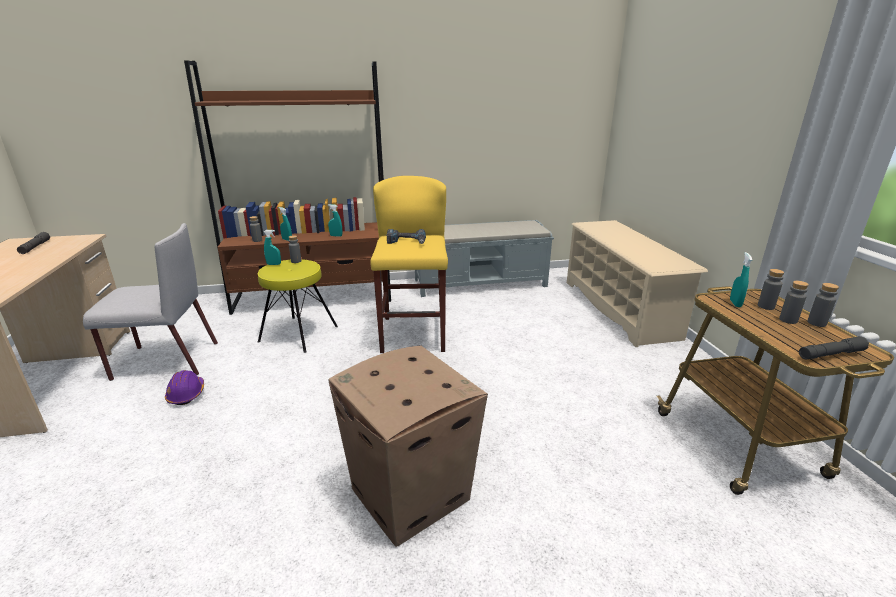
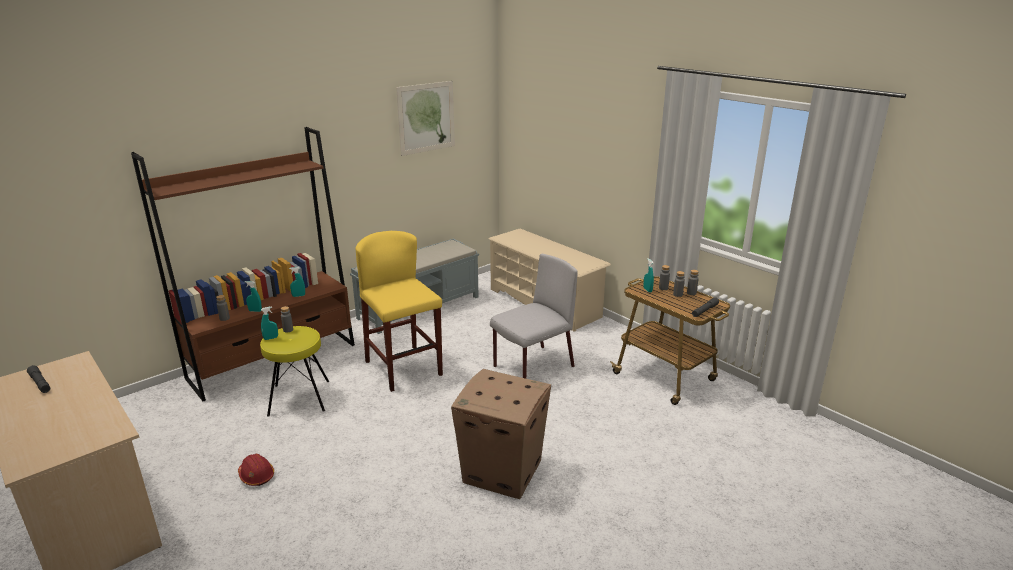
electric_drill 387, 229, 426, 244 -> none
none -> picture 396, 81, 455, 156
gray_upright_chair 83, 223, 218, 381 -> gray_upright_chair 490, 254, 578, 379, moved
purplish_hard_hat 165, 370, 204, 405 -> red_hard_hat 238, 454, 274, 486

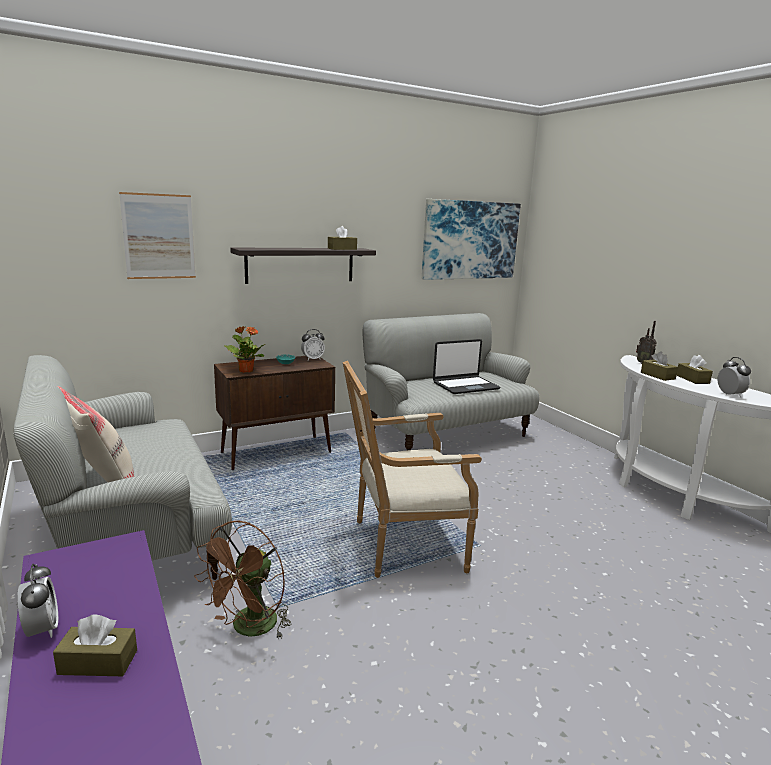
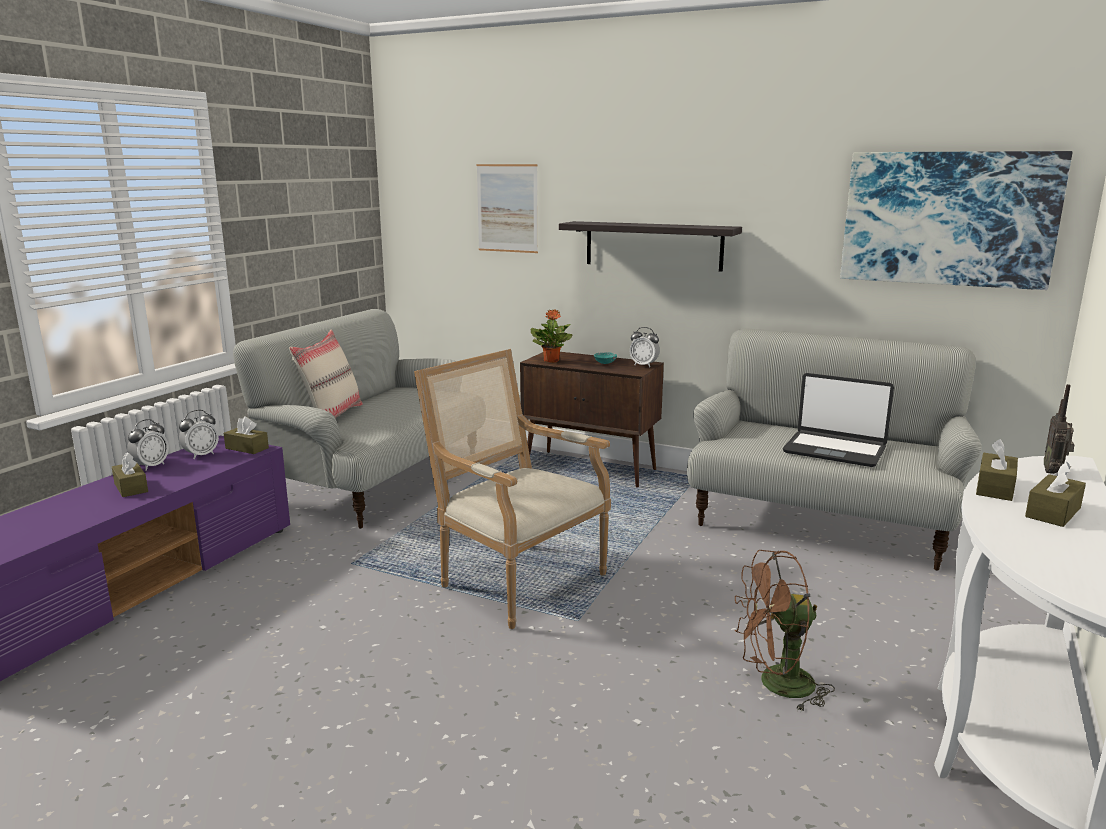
brownish_cooling_fan 194, 521, 292, 639 -> brownish_cooling_fan 735, 550, 835, 711, moved
brownish_box_of_tissues 328, 226, 357, 250 -> brownish_box_of_tissues 224, 416, 269, 454, moved
alarm_clock 717, 357, 751, 397 -> alarm_clock 179, 410, 219, 459, moved

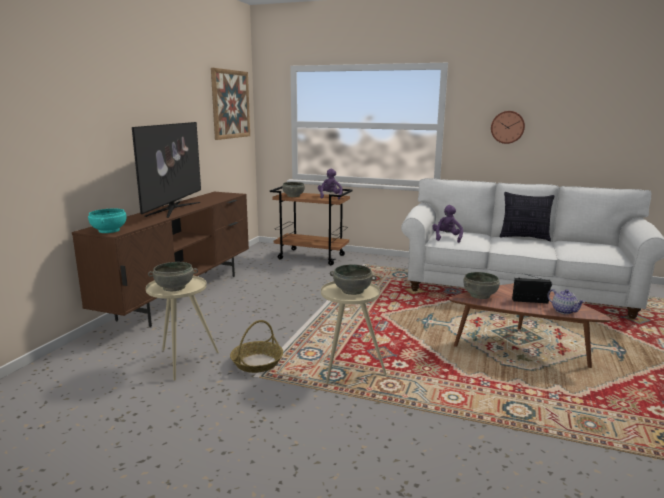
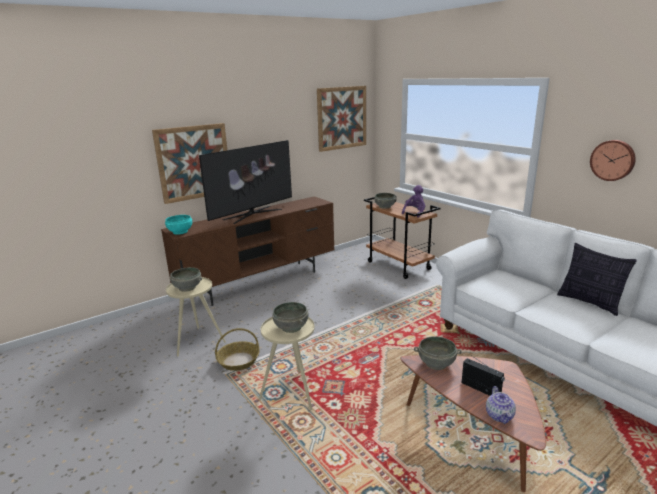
purplish_plush_toy 432, 205, 463, 243 -> none
none -> picture 152, 123, 227, 204

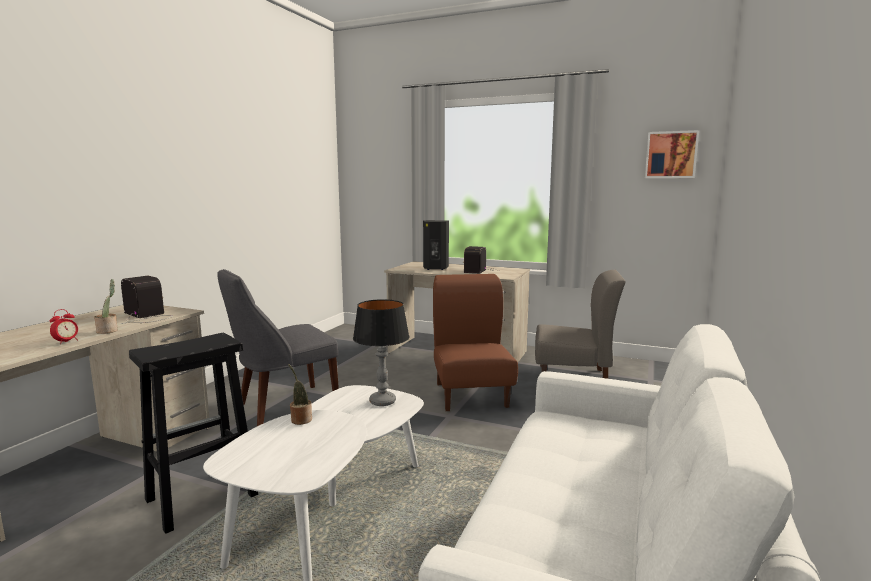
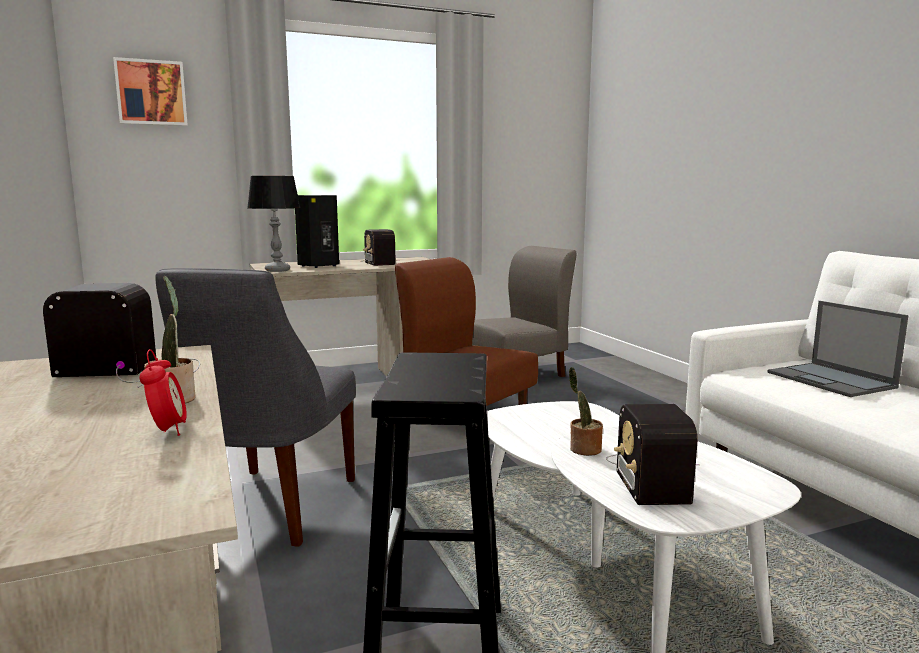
none -> radio 606, 404, 700, 505
none -> notebook_computer 767, 301, 909, 397
table_lamp 353, 299, 410, 406 -> table_lamp 248, 176, 301, 272, moved
picture 645, 130, 699, 178 -> picture 113, 57, 188, 126, moved

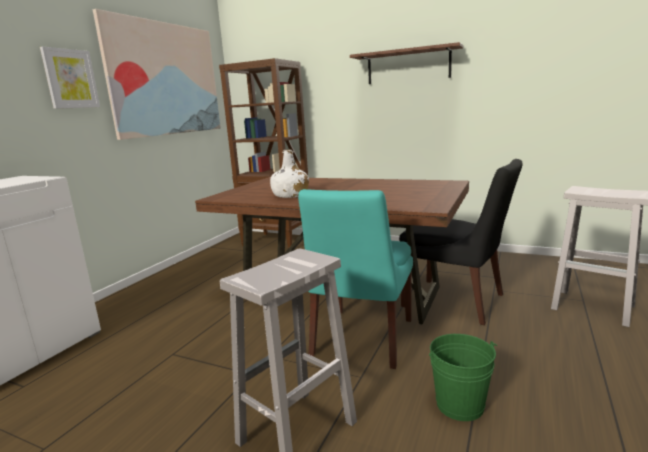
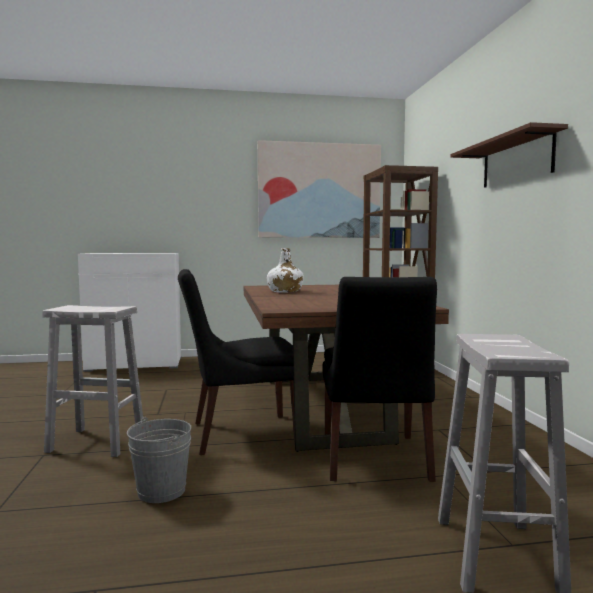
picture 40, 47, 100, 109 -> none
turquoise_upright_chair 298, 189, 413, 369 -> black-coloured_upright_chair 178, 269, 295, 455
greenish_water_bucket 429, 334, 497, 421 -> gray_water_bucket 127, 417, 191, 503

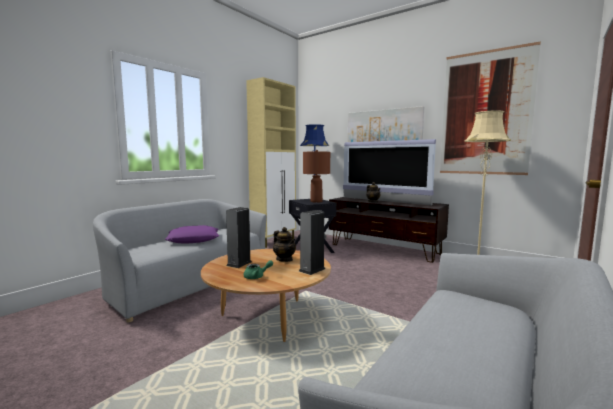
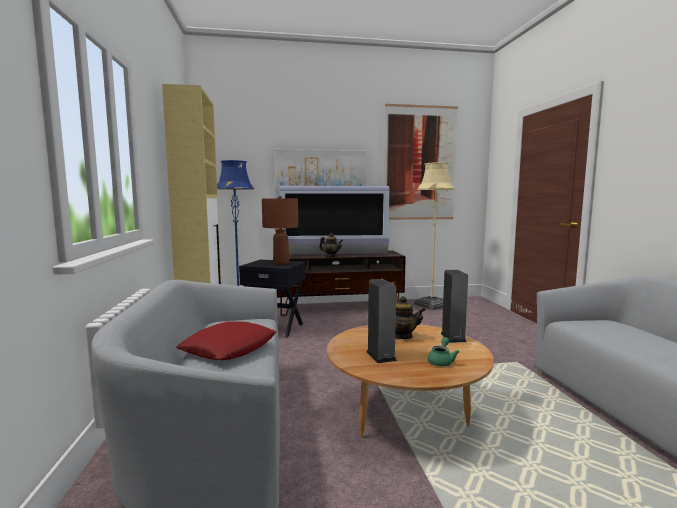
purplish_throw_pillow 165, 225, 219, 244 -> red_throw_pillow 176, 321, 276, 360

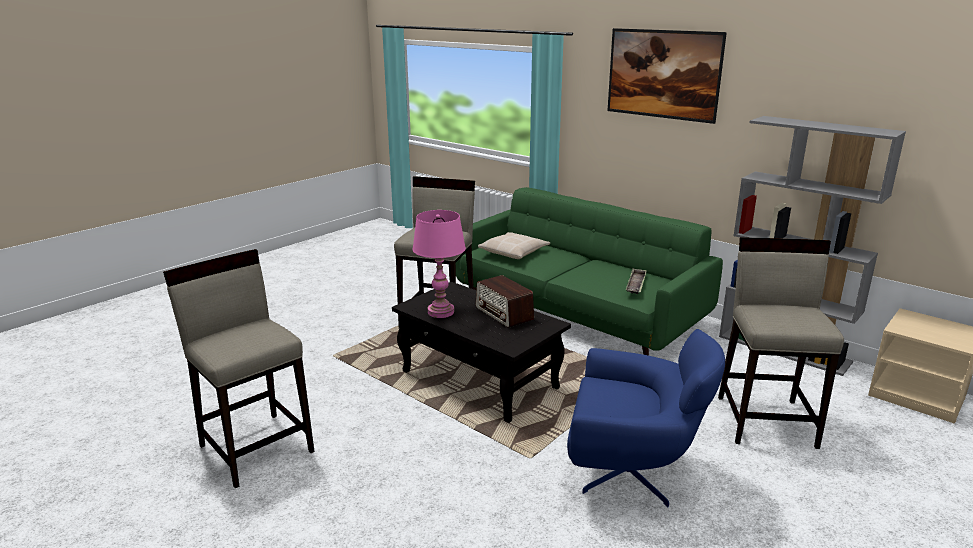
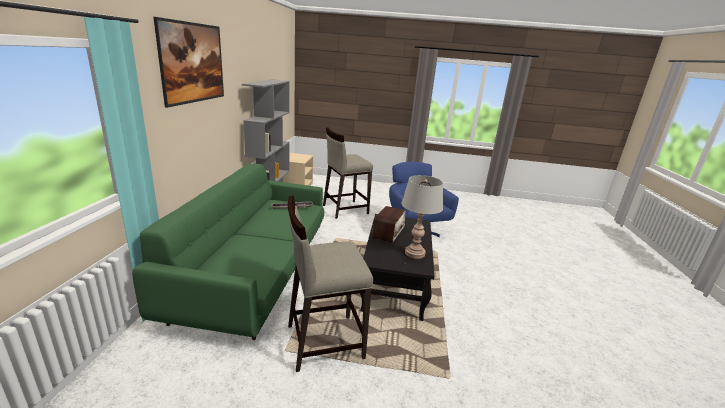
beige-coloured_stool_seat 163, 249, 315, 488 -> none
beige-coloured_throw_pillow 478, 232, 550, 259 -> none
pinkish_table_lamp 412, 210, 466, 318 -> gray_table_lamp 401, 175, 443, 259

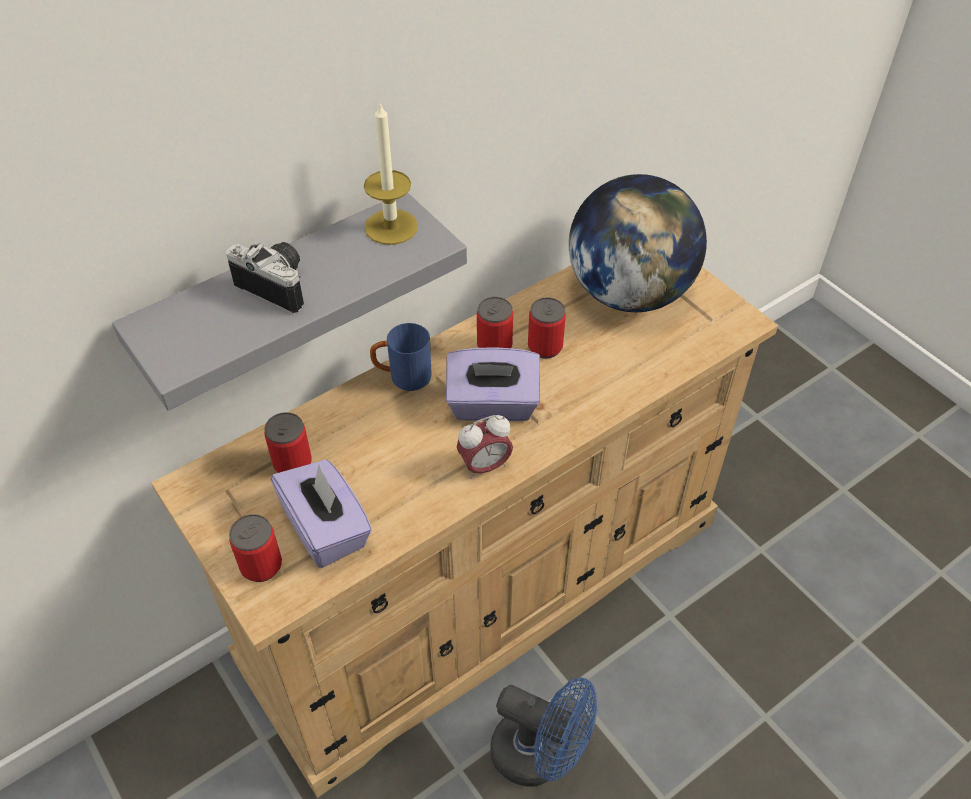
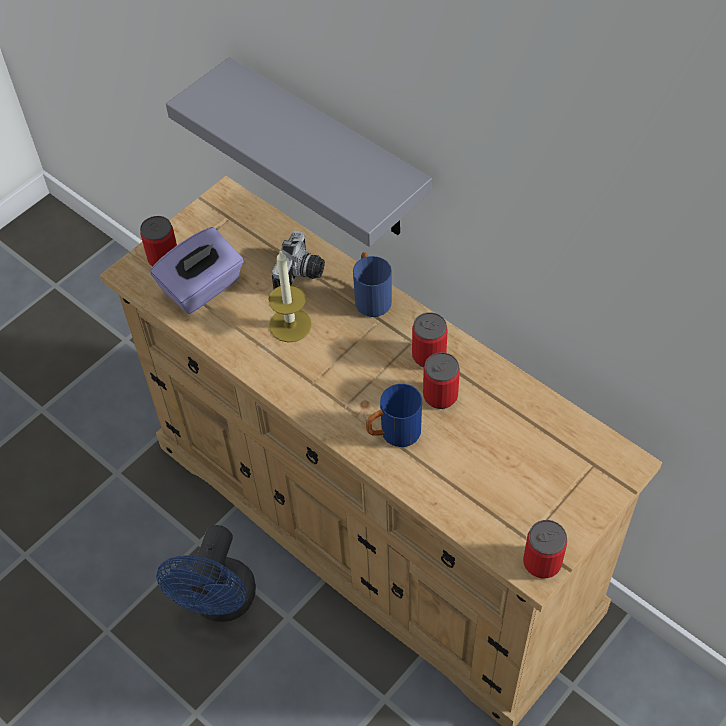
purplish_box_of_tissues 446, 347, 540, 421 -> none
alarm_clock 457, 415, 513, 479 -> none
desk_globe 569, 174, 707, 312 -> none
none -> blue_tea_mug 366, 384, 422, 447
still_camera 226, 242, 304, 313 -> still_camera 272, 230, 325, 289, moved
sealed_can 264, 412, 312, 473 -> sealed_can 523, 520, 567, 579, moved
candle 364, 101, 418, 245 -> candle 268, 249, 312, 342, moved

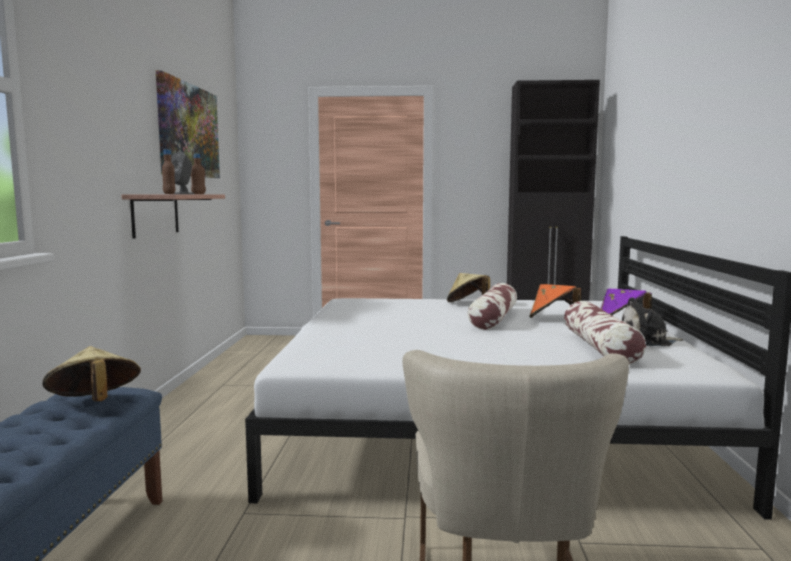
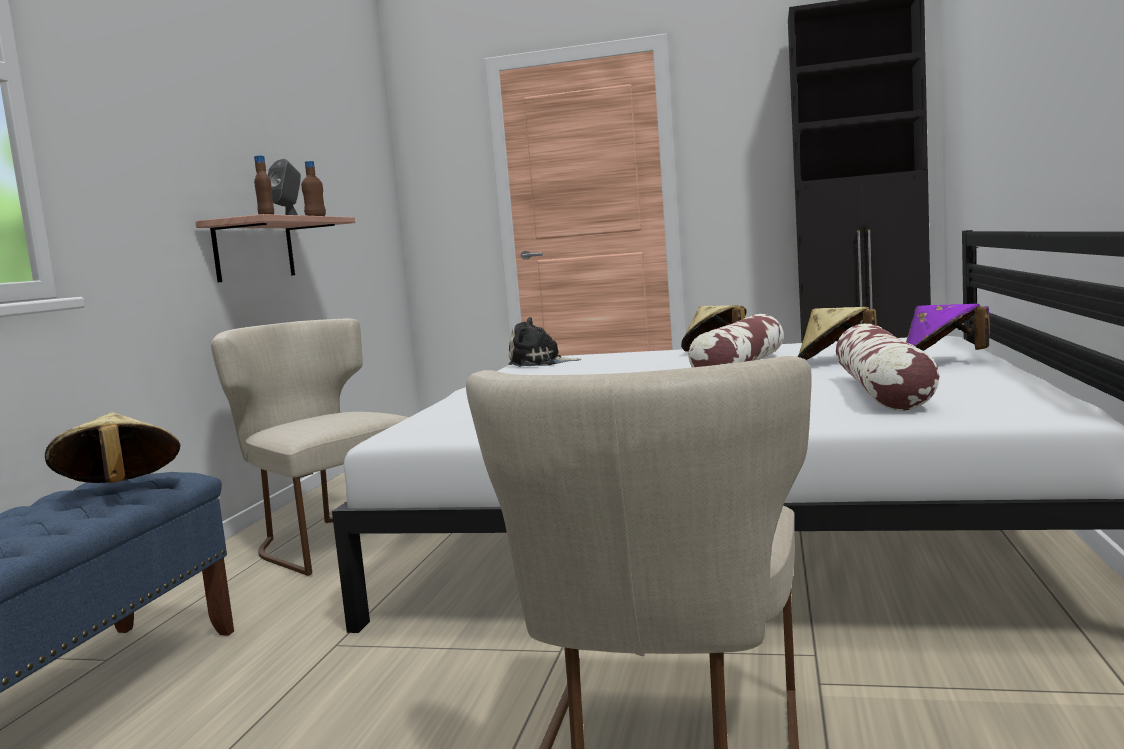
picture 156, 70, 220, 178 -> none
none -> beige-coloured_upright_chair 211, 318, 409, 576
plush_toy 622, 297, 683, 346 -> plush_toy 508, 317, 581, 367, moved
orange-coloured_hat 529, 284, 581, 318 -> beige-coloured_hat 798, 307, 877, 360

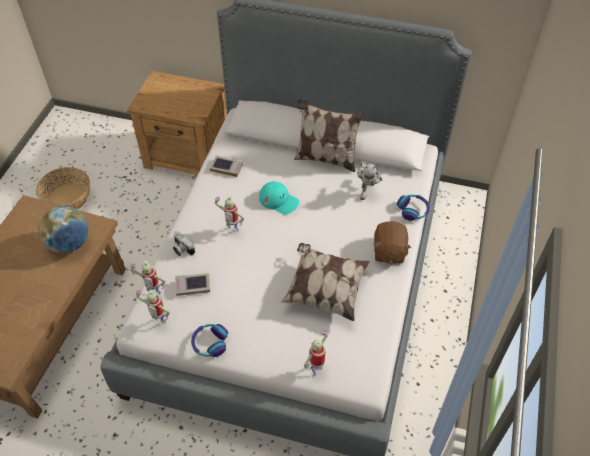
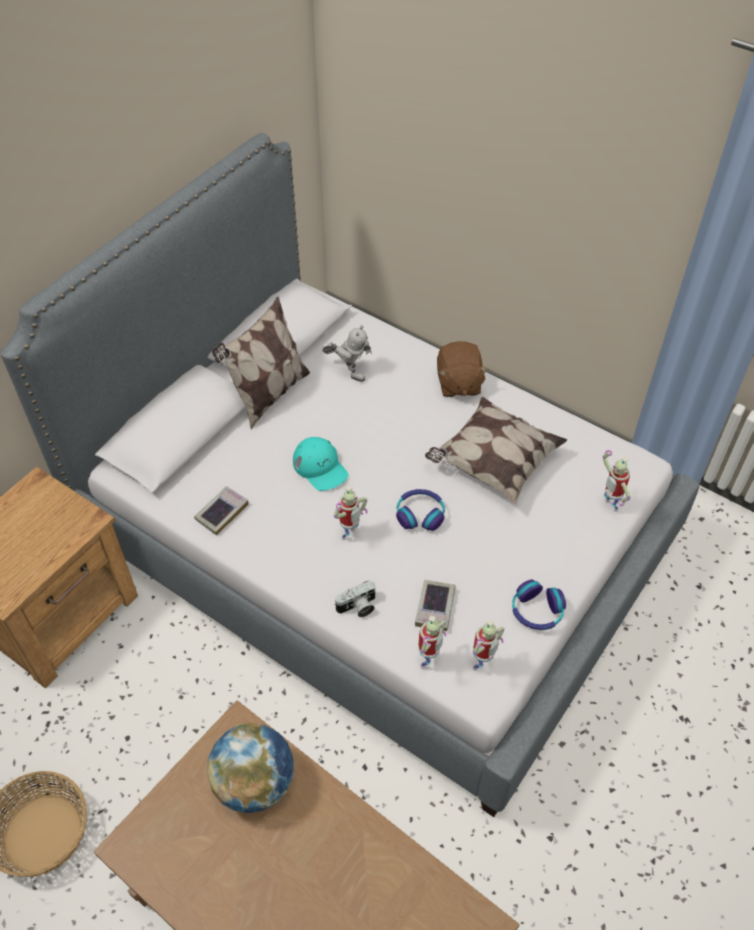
pair_of_headphones 397, 195, 430, 221 -> pair_of_headphones 396, 489, 445, 531, moved
turquoise_cap 259, 181, 299, 214 -> turquoise_cap 293, 437, 348, 491, 90 degrees clockwise
brownish_plush_toy 373, 221, 411, 264 -> brownish_plush_toy 437, 341, 489, 397, 60 degrees clockwise

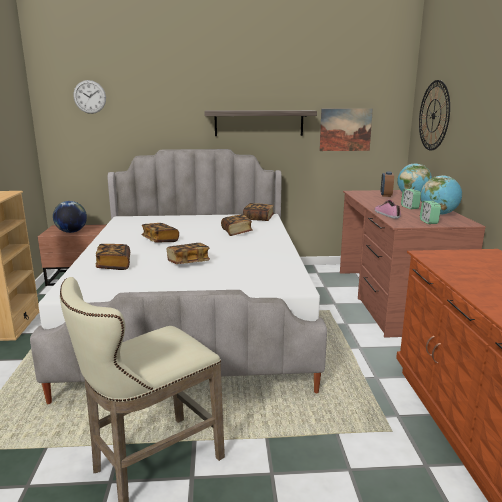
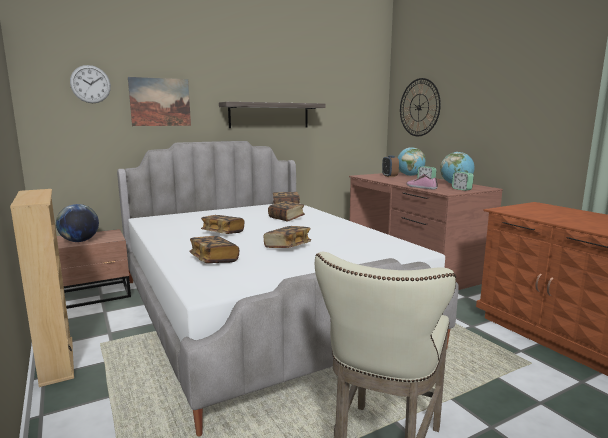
picture 319, 109, 373, 151 -> picture 128, 77, 191, 126, moved

